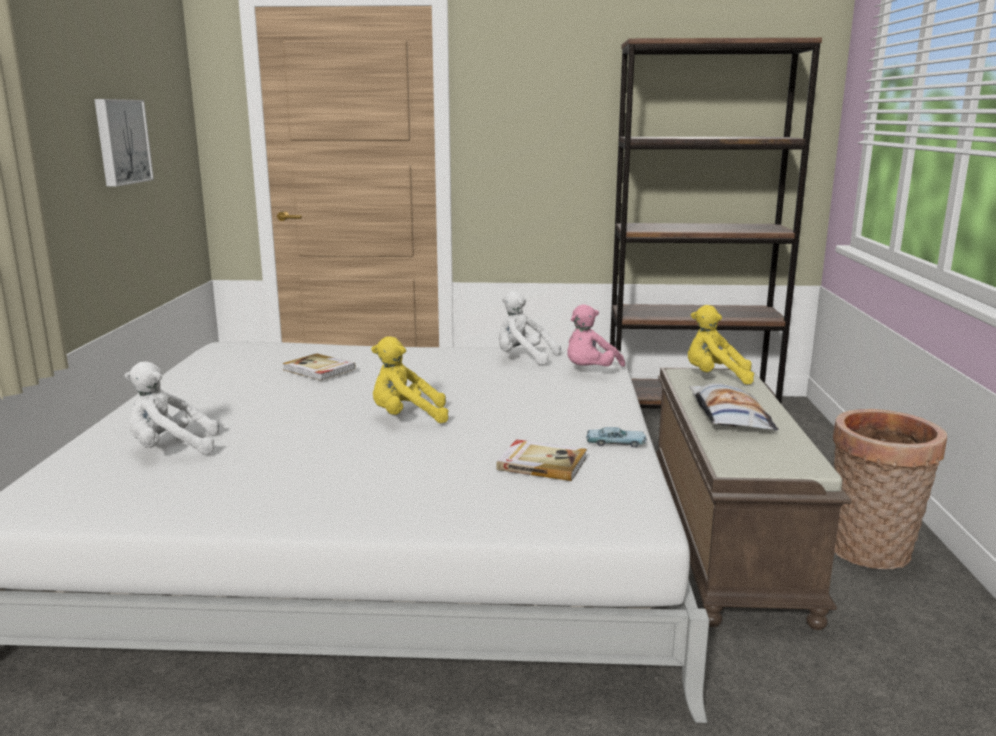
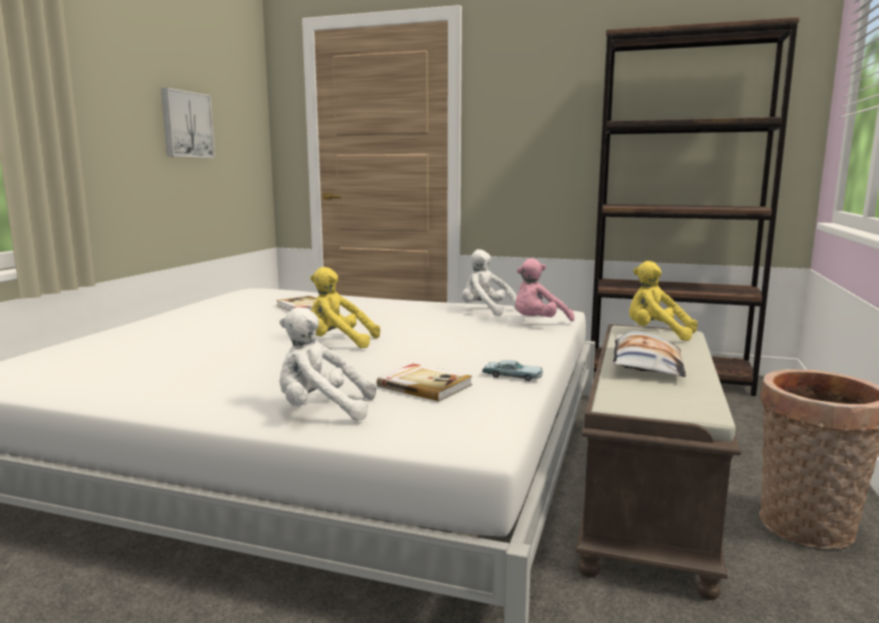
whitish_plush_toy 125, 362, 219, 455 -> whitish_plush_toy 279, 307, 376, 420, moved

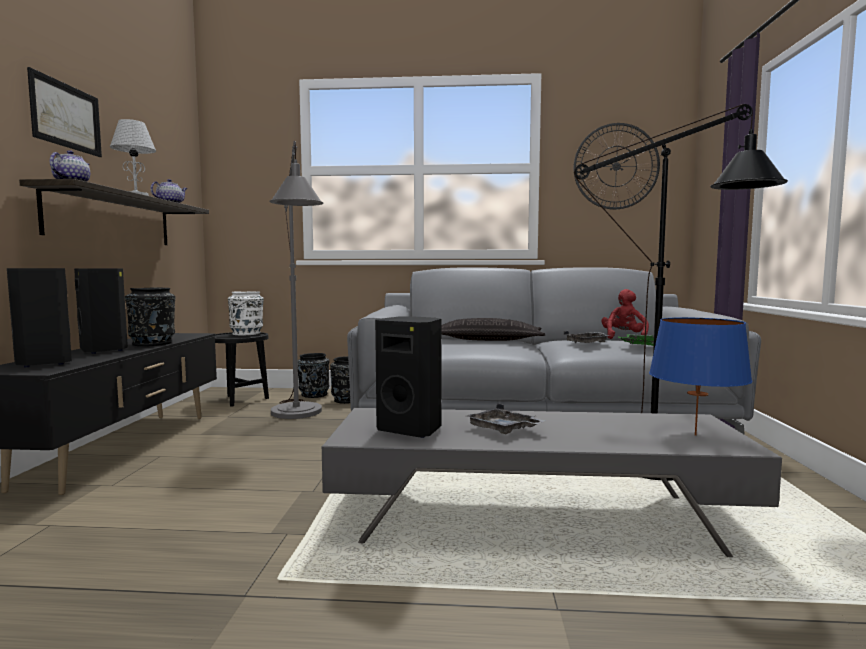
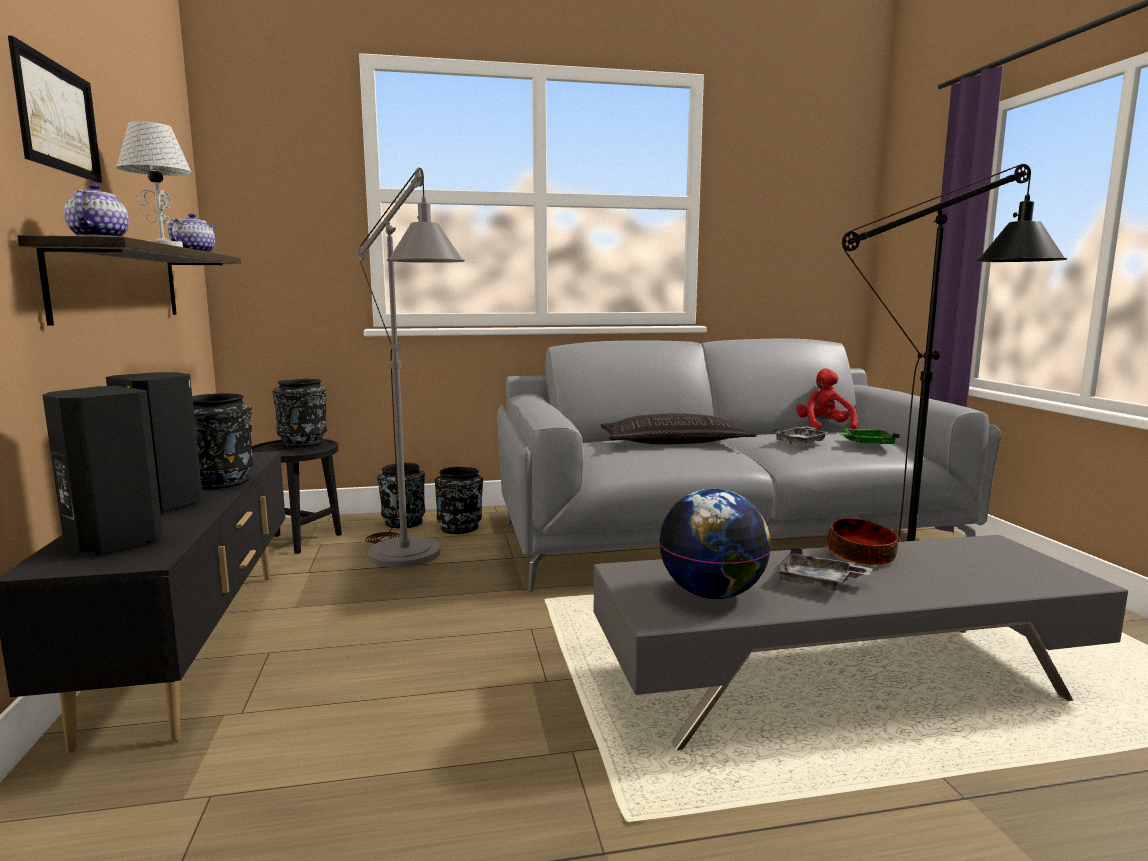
clock_on_the_wall 573, 123, 660, 210 -> none
blue_table_lamp 649, 317, 752, 436 -> none
none -> bowl 827, 518, 898, 565
black-coloured_audio_speaker 375, 316, 442, 438 -> desk_globe 659, 489, 771, 599
whitish_decorative_vase 228, 291, 264, 335 -> black-coloured_decorative_vase 273, 379, 327, 447

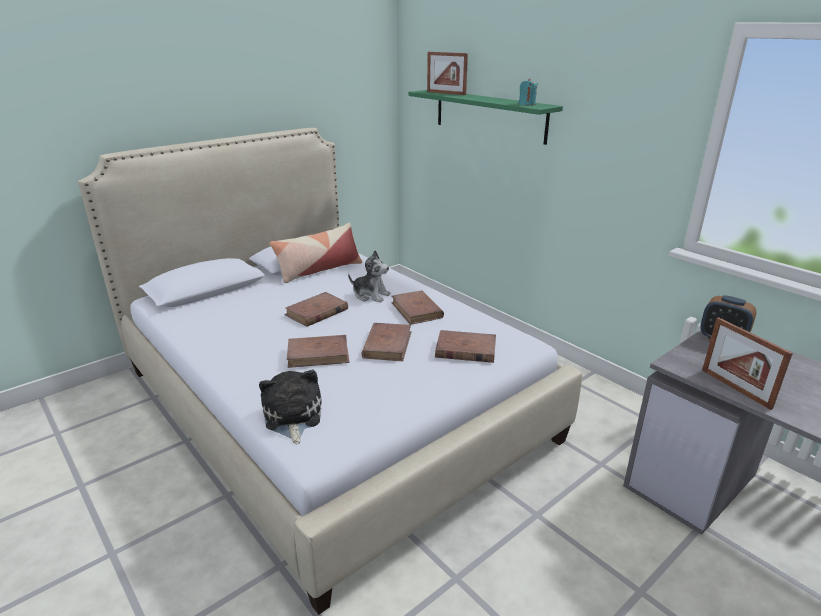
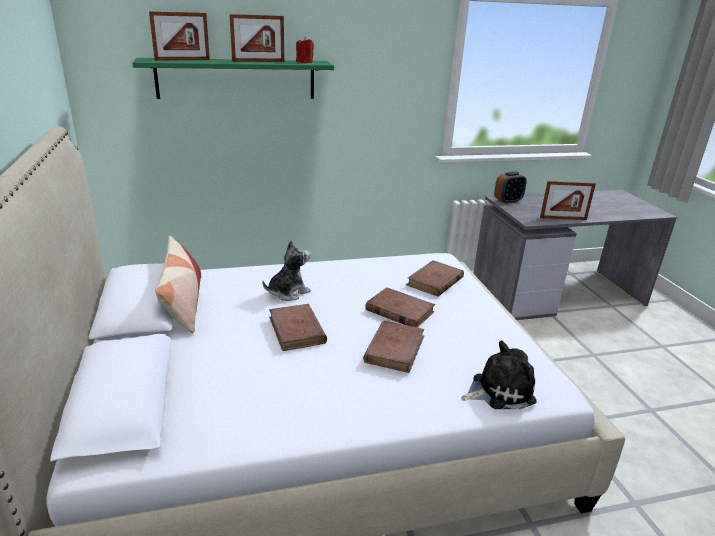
brownish_volume 391, 291, 444, 325 -> none
none -> photo_frame 229, 14, 284, 62
turquoise_candle 519, 79, 538, 106 -> red_candle 296, 37, 314, 63
plush_toy 259, 370, 322, 444 -> plush_toy 461, 341, 537, 410, 150 degrees clockwise

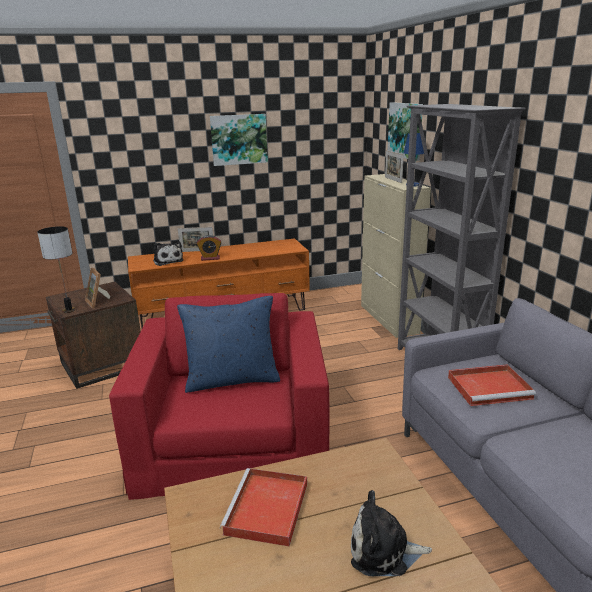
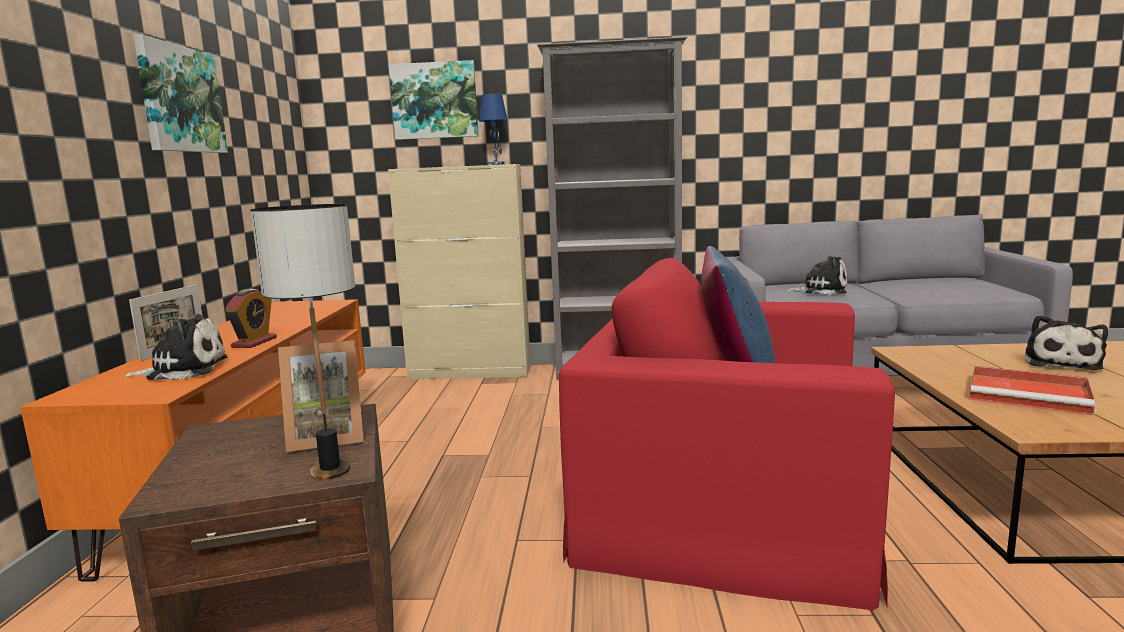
photo_frame 385, 150, 404, 183 -> none
red_tray 448, 364, 536, 406 -> plush_toy 786, 256, 847, 295

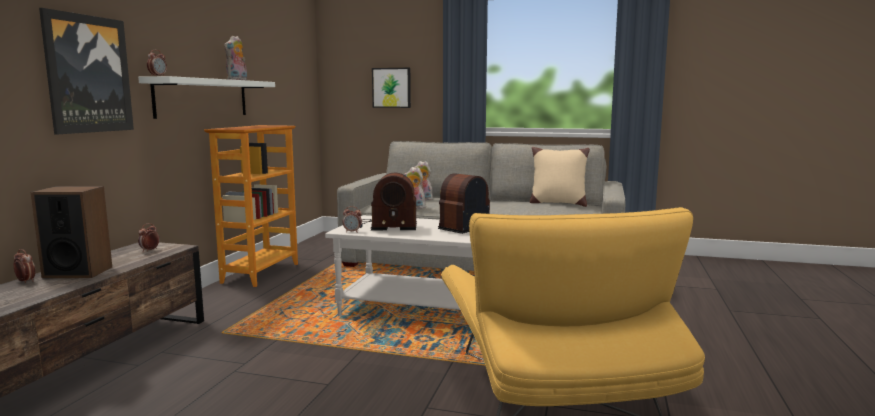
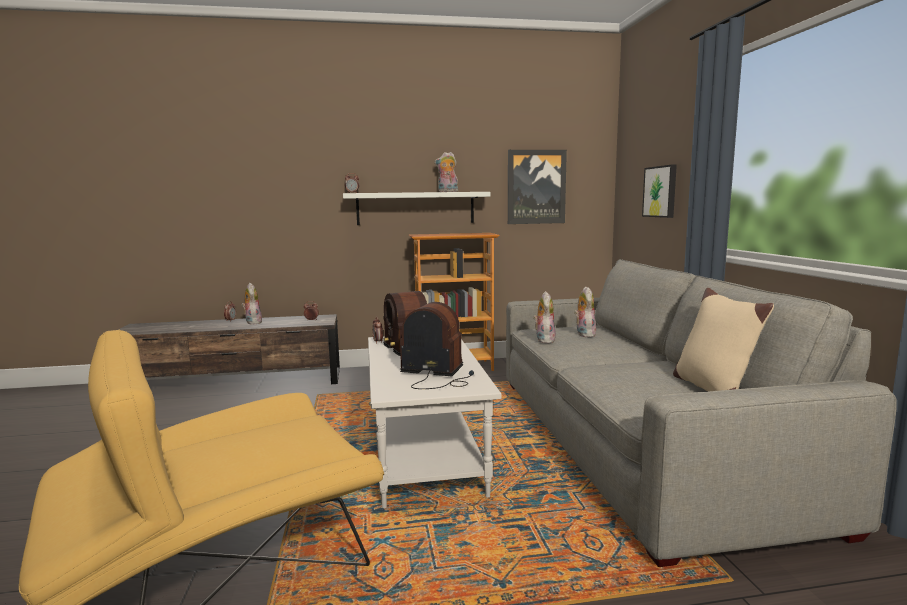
picture 39, 8, 134, 134 -> picture 508, 150, 567, 224, moved
audio_speaker 31, 186, 112, 278 -> plush_toy 241, 283, 262, 325

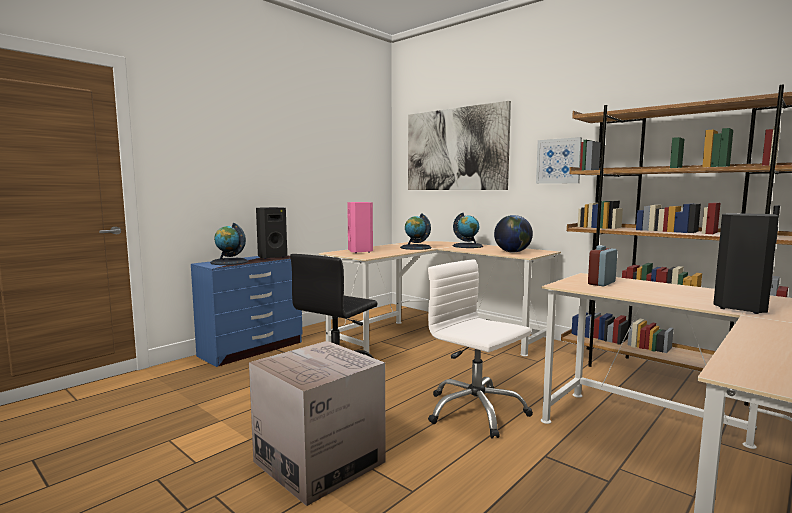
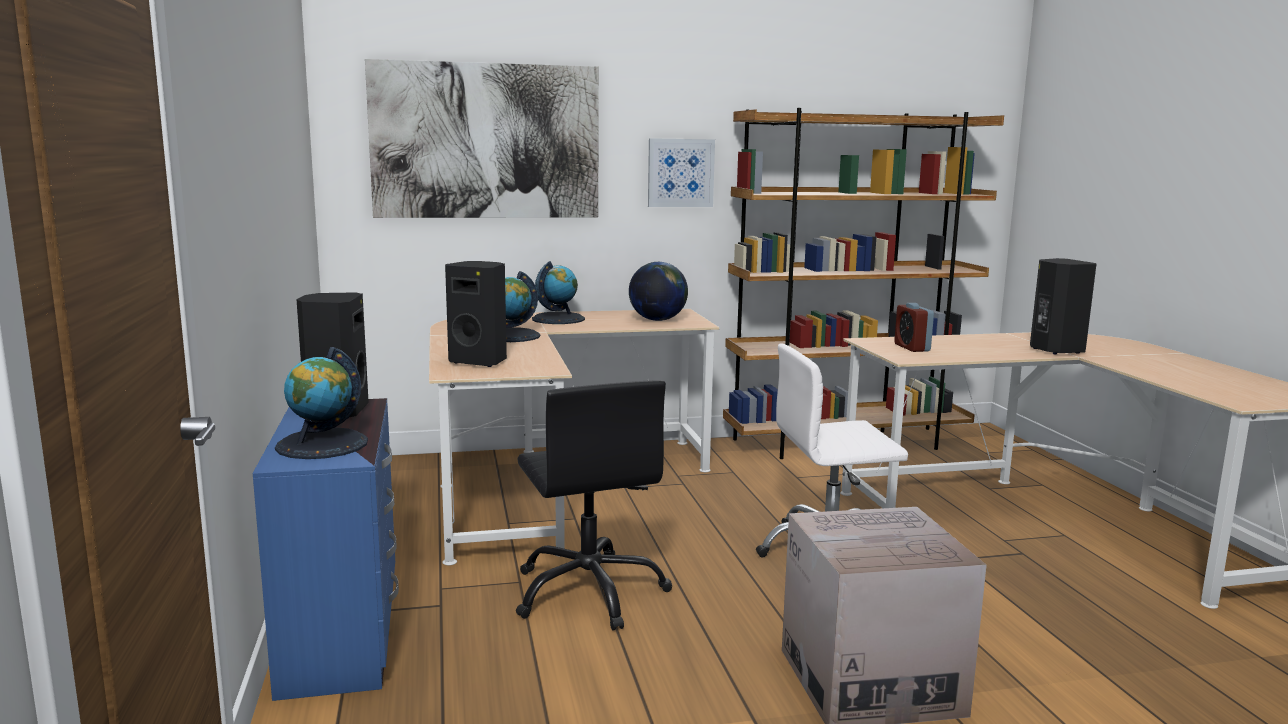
pinkish_audio_speaker 347, 202, 373, 253 -> black-coloured_audio_speaker 445, 261, 507, 367

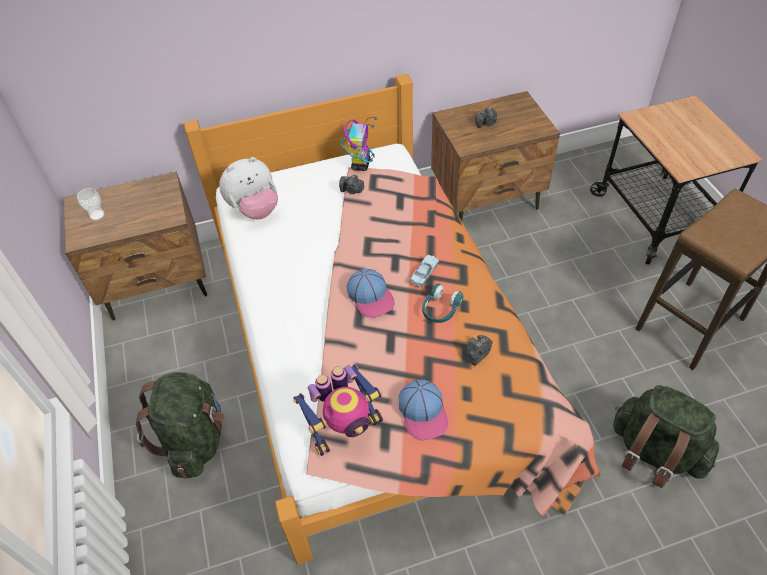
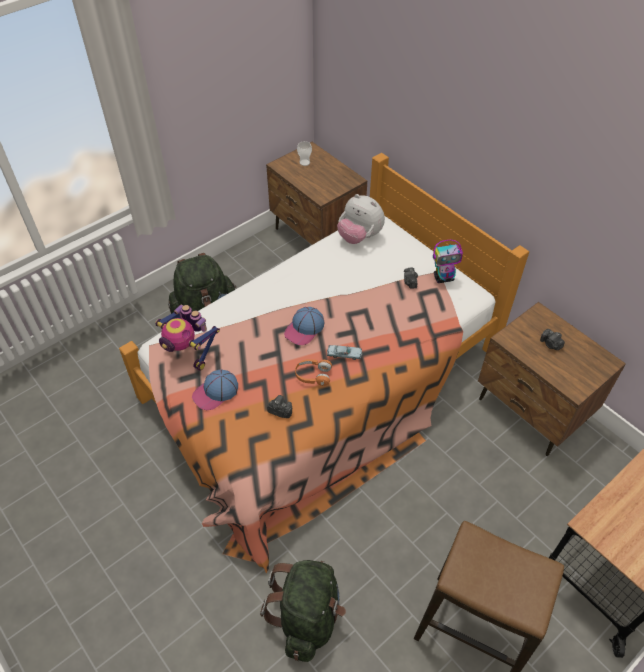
turquoise_pair_of_headphones 422, 284, 464, 323 -> orange-coloured_pair_of_headphones 295, 359, 332, 387

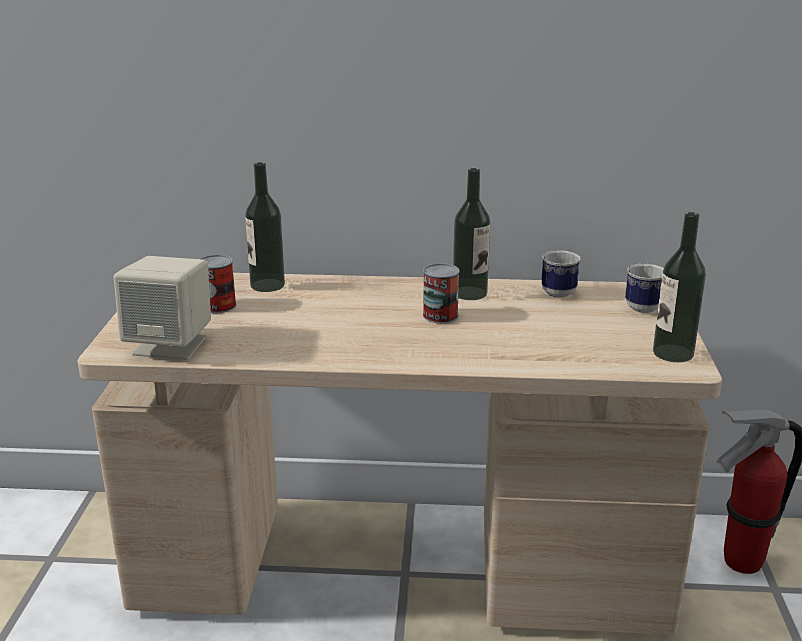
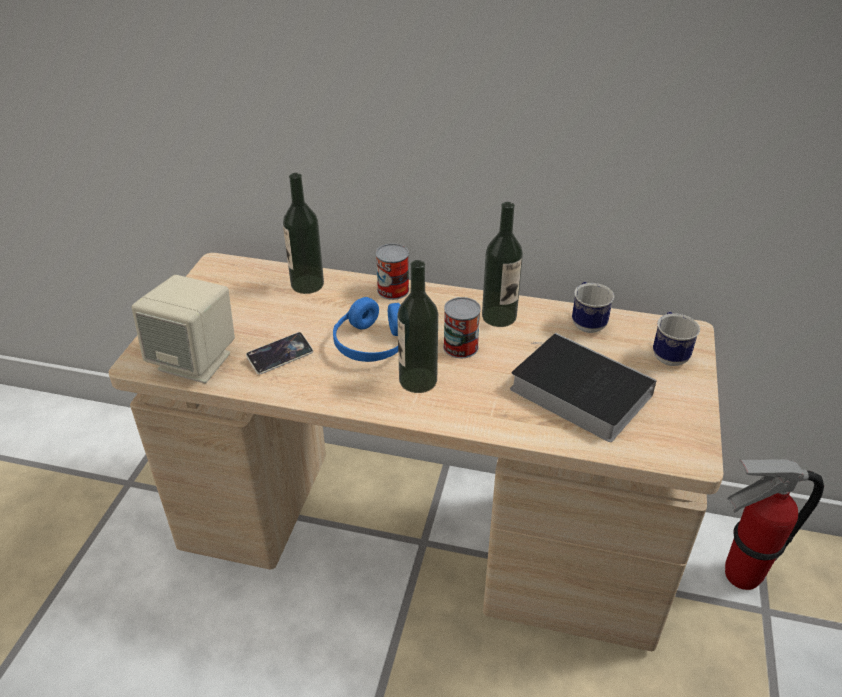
none -> handset 246, 332, 313, 375
none -> blue_pair_of_headphones 333, 297, 400, 362
none -> volume 510, 333, 657, 442
sealed_can 200, 255, 236, 313 -> sealed_can 376, 243, 409, 300, moved
bottle 653, 212, 706, 362 -> bottle 397, 260, 438, 393, moved

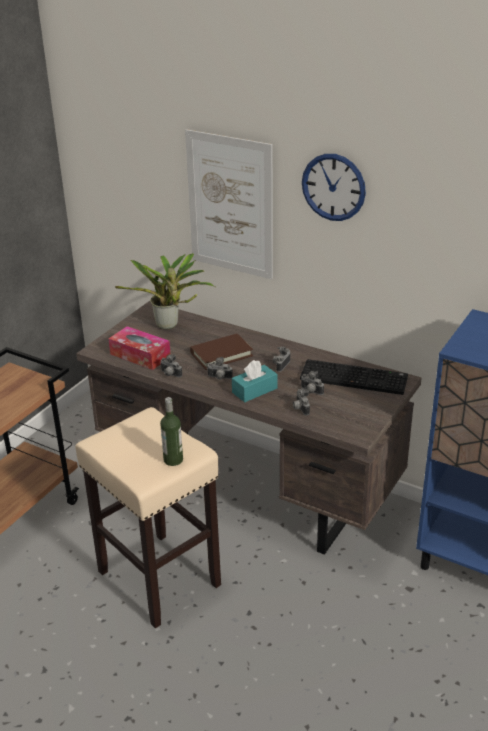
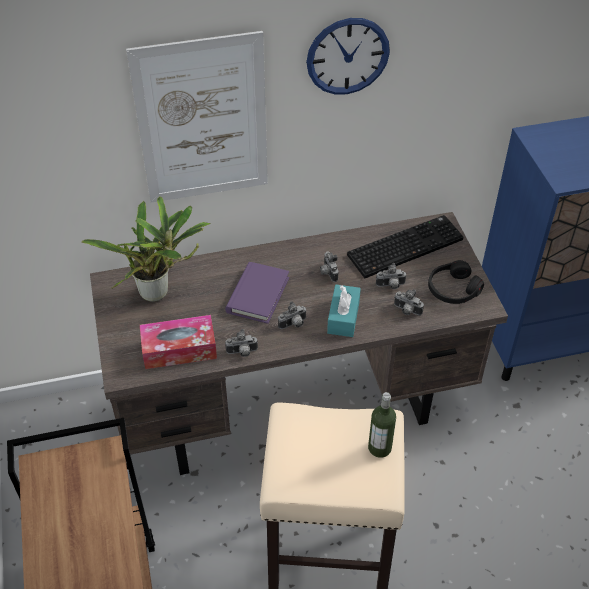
none -> black-coloured_pair_of_headphones 428, 260, 484, 304
brownish_volume 190, 334, 253, 370 -> purplish_volume 225, 262, 289, 324

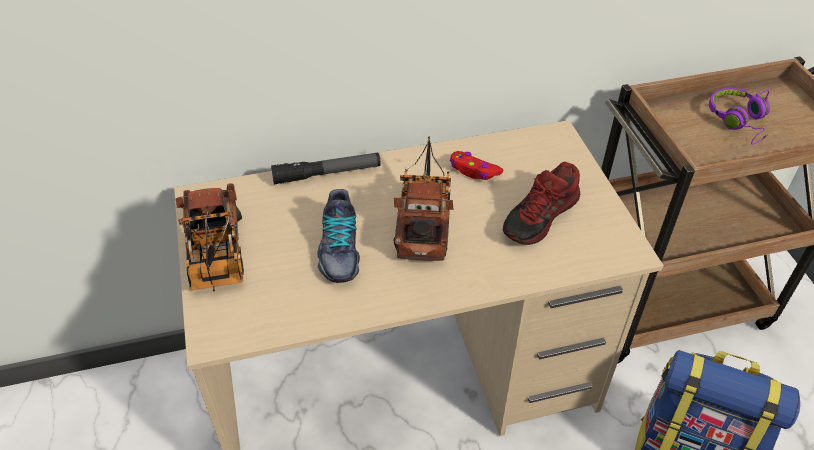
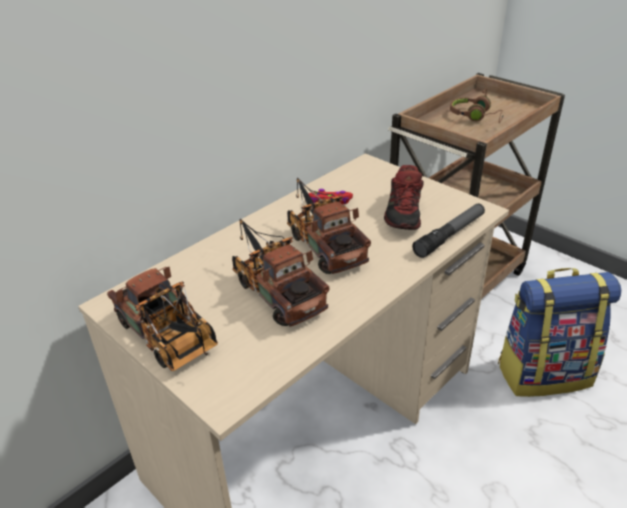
torch 271, 153, 381, 184 -> torch 412, 204, 485, 258, moved
shoe 317, 189, 360, 283 -> toy_lorry 232, 219, 330, 327
purplish_pair_of_headphones 709, 88, 770, 145 -> brownish_pair_of_headphones 450, 89, 504, 123

